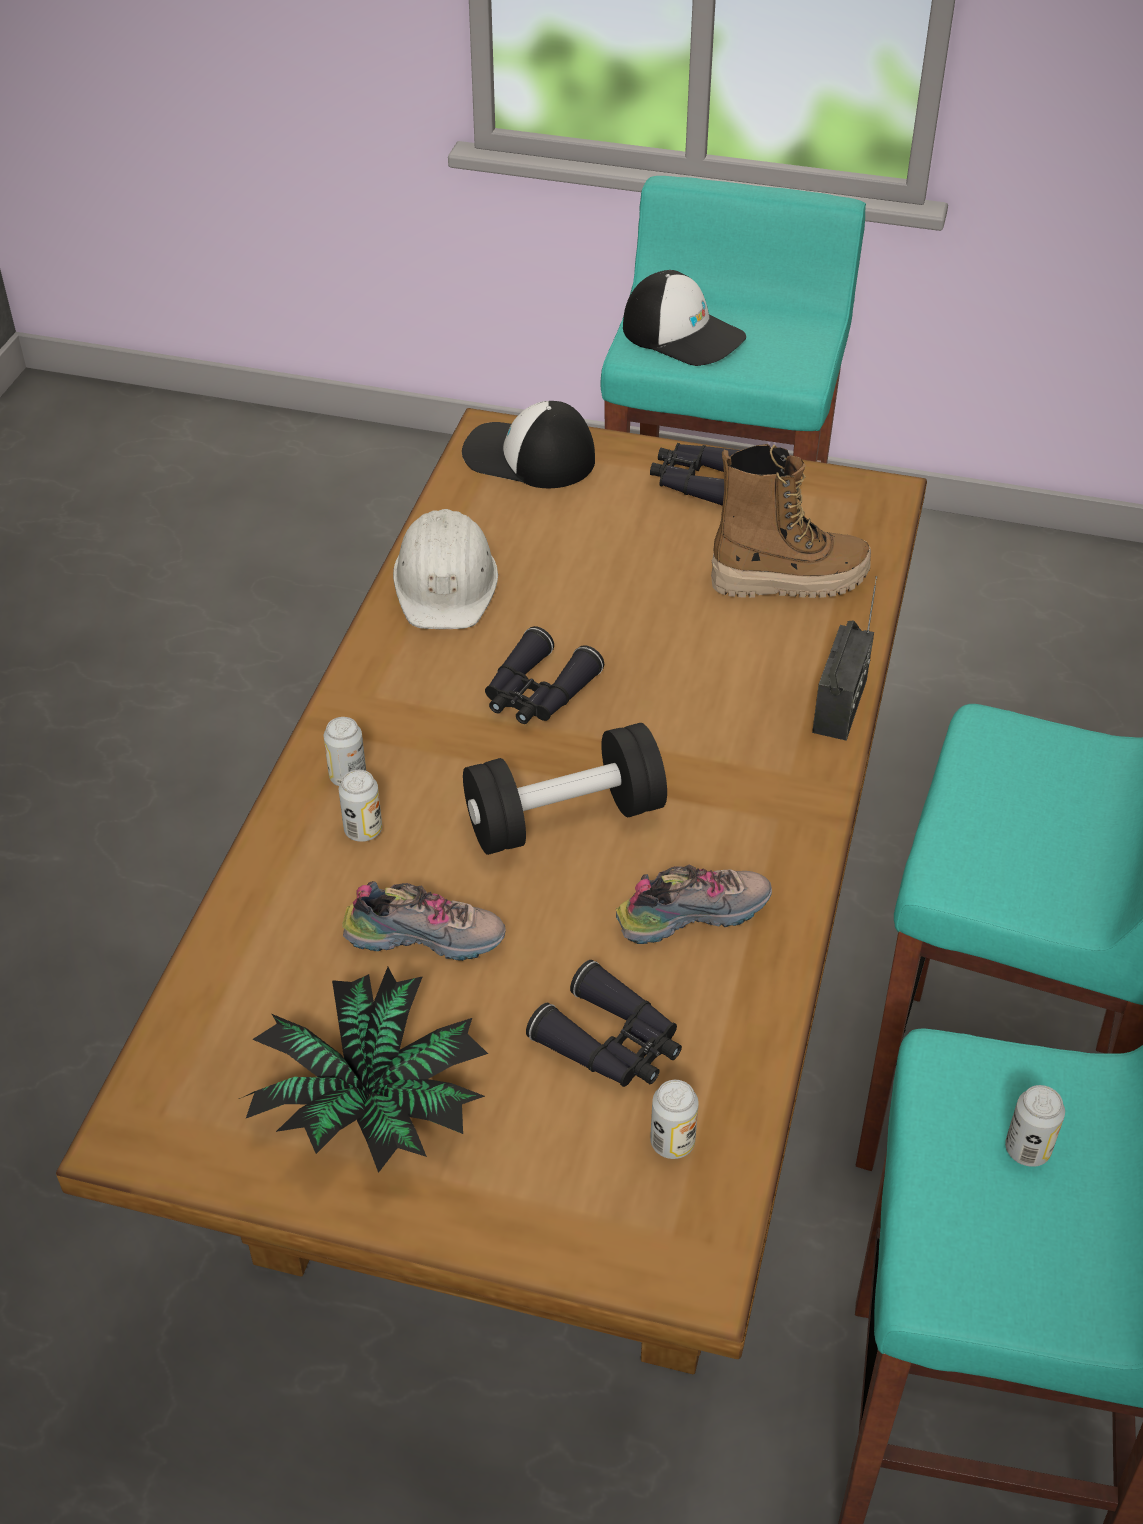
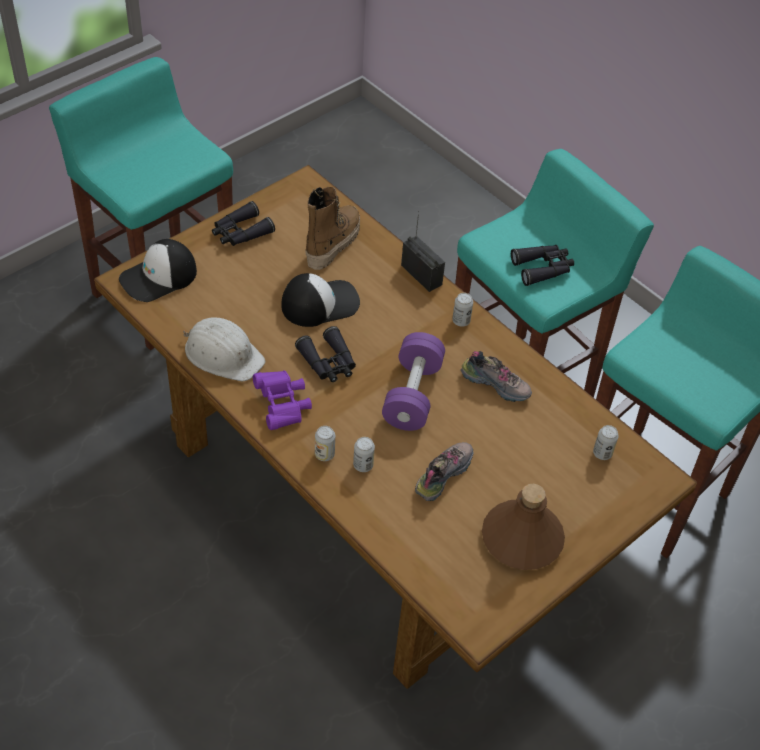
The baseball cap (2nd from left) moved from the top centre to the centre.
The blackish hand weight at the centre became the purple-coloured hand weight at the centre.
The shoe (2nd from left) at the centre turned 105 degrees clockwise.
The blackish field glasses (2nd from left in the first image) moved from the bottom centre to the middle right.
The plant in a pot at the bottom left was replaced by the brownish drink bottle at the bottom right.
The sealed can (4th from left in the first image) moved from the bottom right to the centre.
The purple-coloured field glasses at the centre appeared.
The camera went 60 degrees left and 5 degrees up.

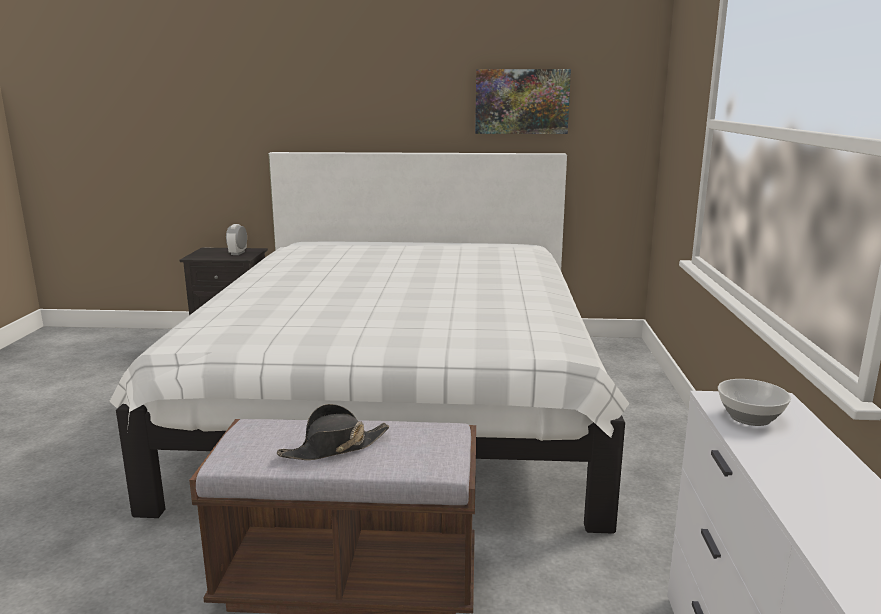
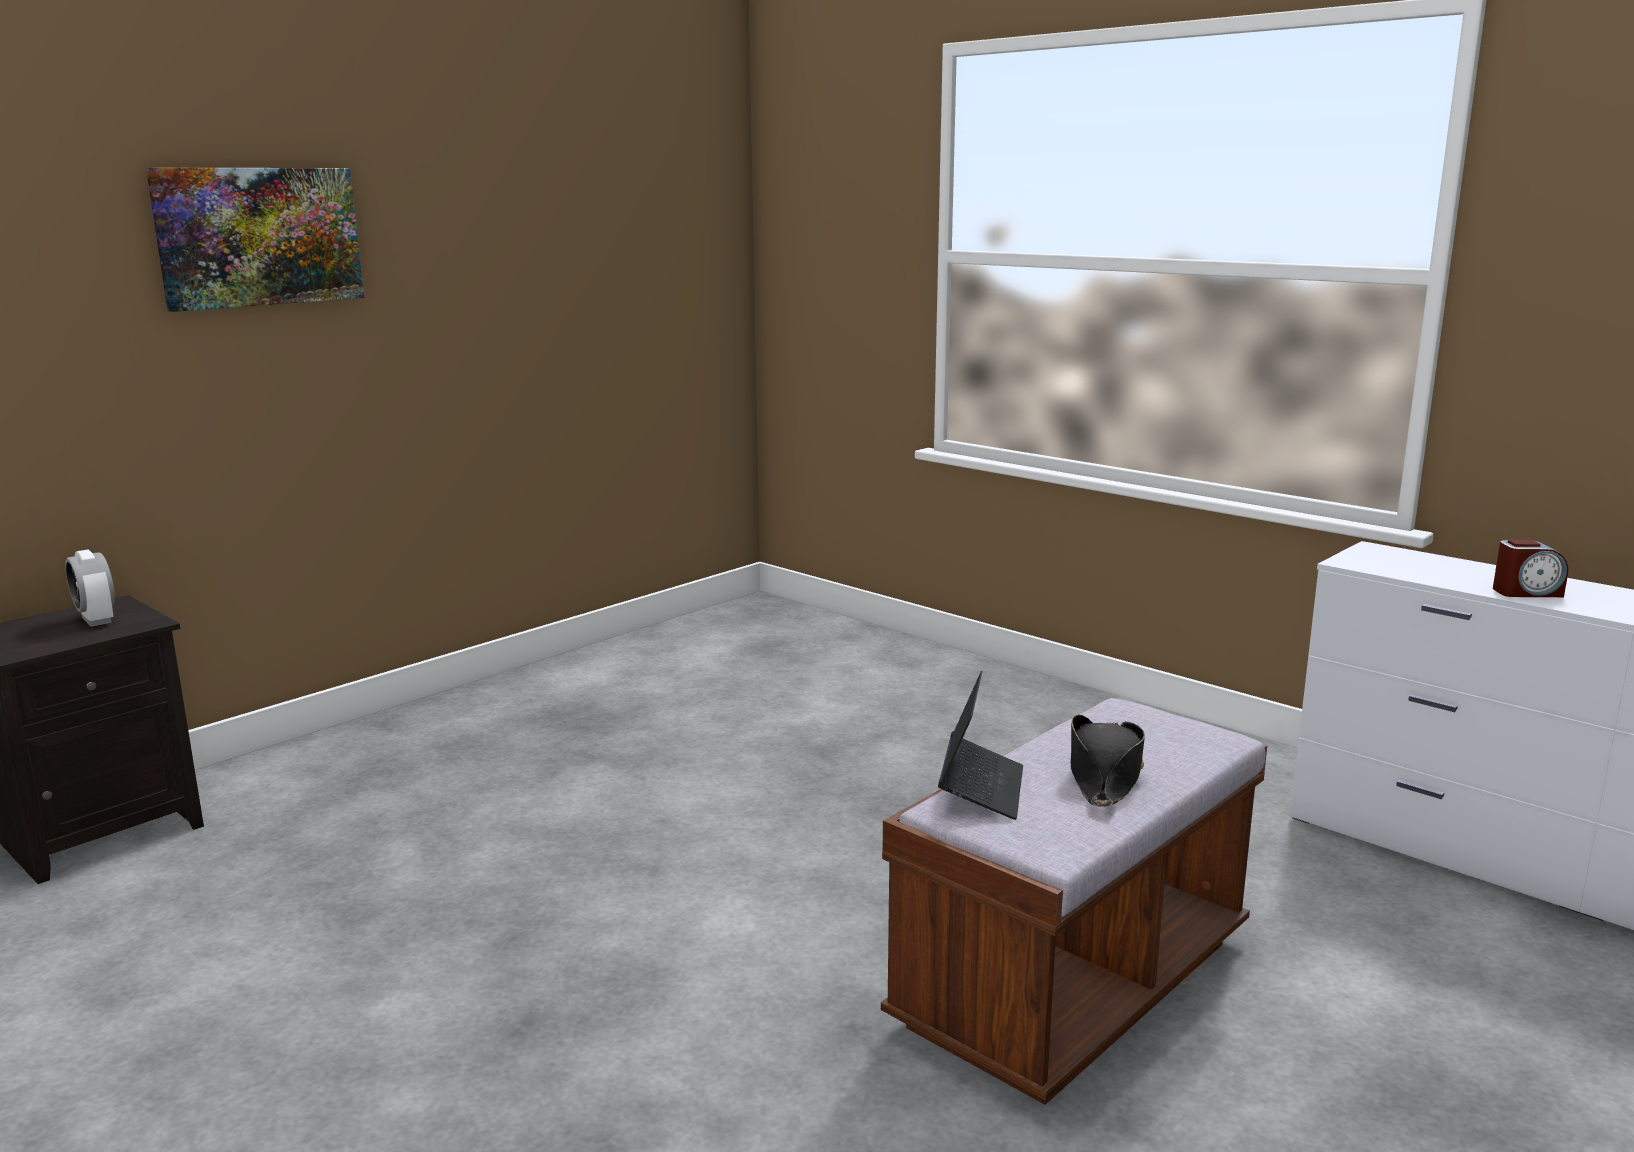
The picture moved from the top centre to the top left.
The whitish sleeping bed at the centre disappeared.
The serving bowl at the middle right disappeared.
The alarm clock (2nd from left) at the middle right appeared.
The portable computer at the centre appeared.
The camera went 50 degrees left and 0 degrees up.

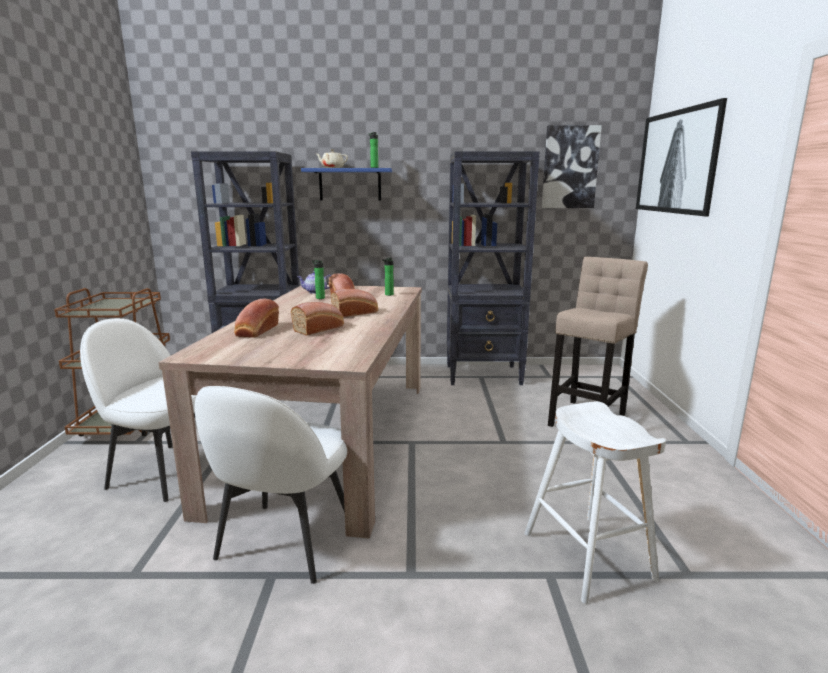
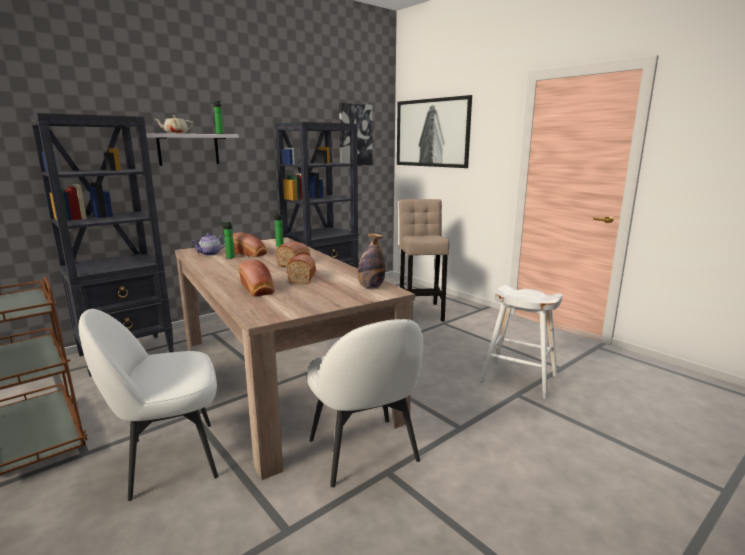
The blue-coloured bracket shelf at the top centre became the whitish bracket shelf at the top left.
The drink bottle (4th from left) at the centre appeared.
The camera went 40 degrees left and 0 degrees up.

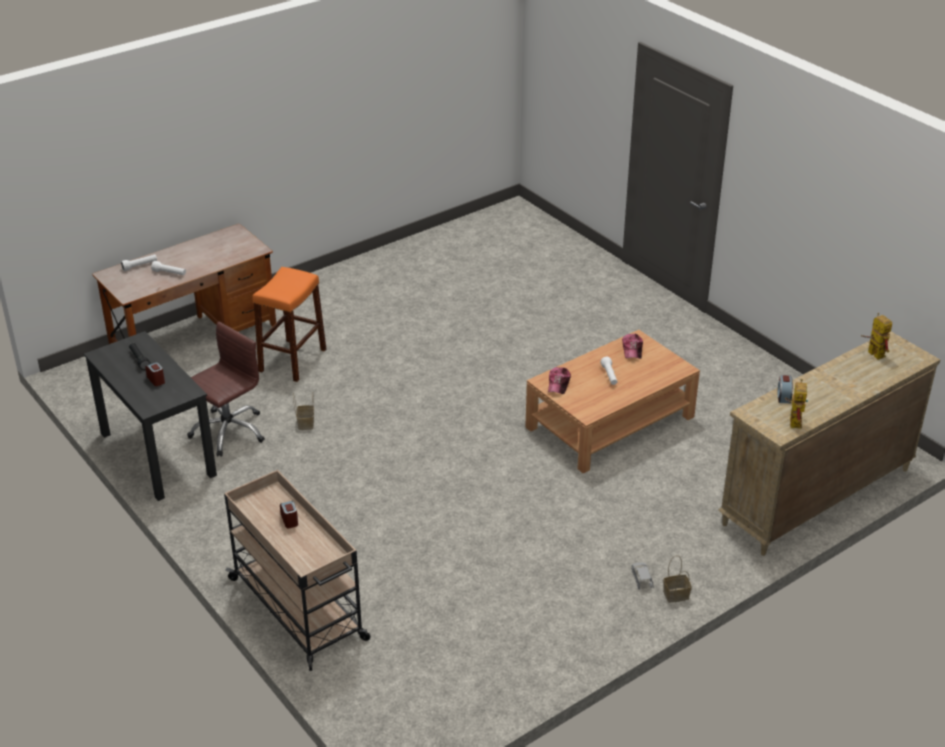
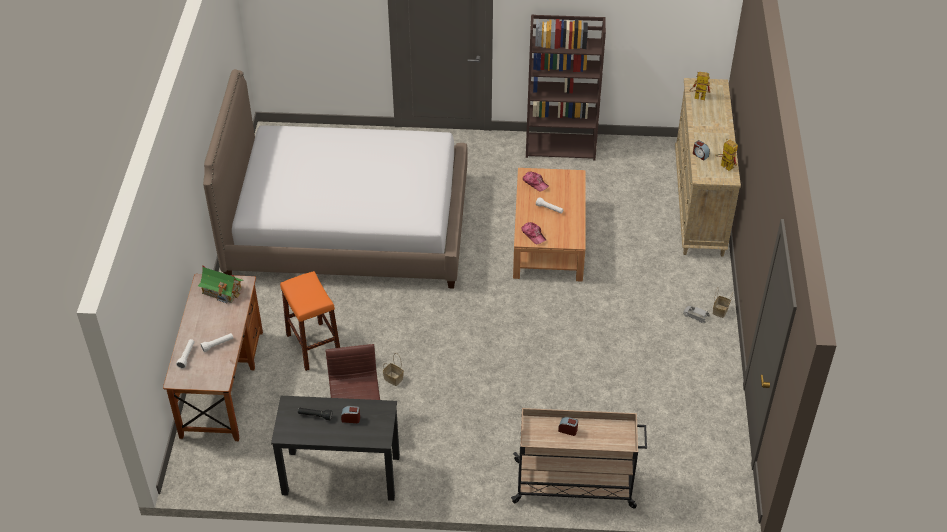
The brownish shelving unit at the top centre appeared.
The sleeping bed at the centre appeared.
The miniature house at the middle left appeared.
The camera went 50 degrees left and 10 degrees up.

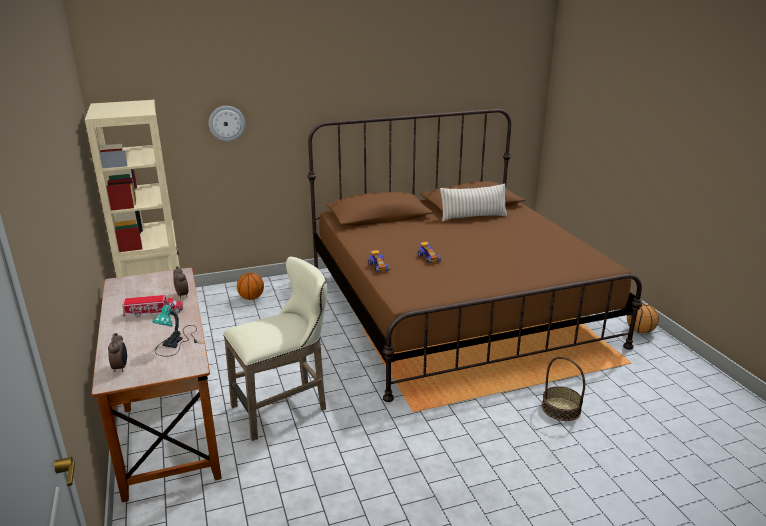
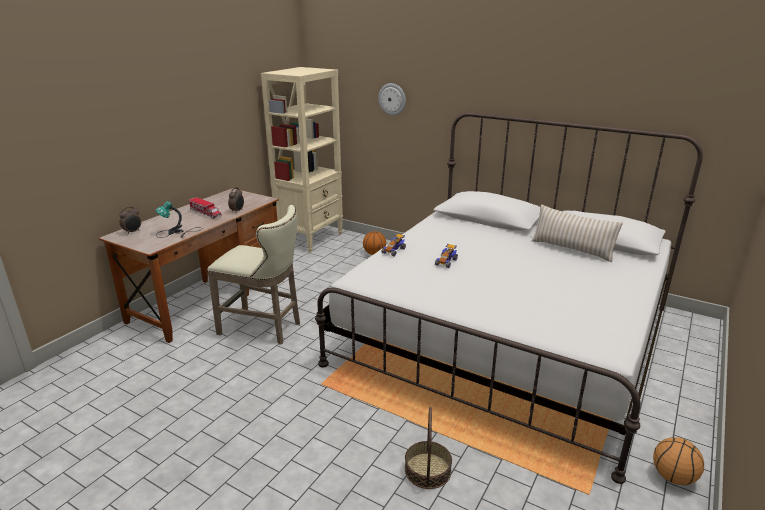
The brownish sleeping bed at the centre became the whitish sleeping bed at the centre.
The camera went 50 degrees right and 0 degrees up.

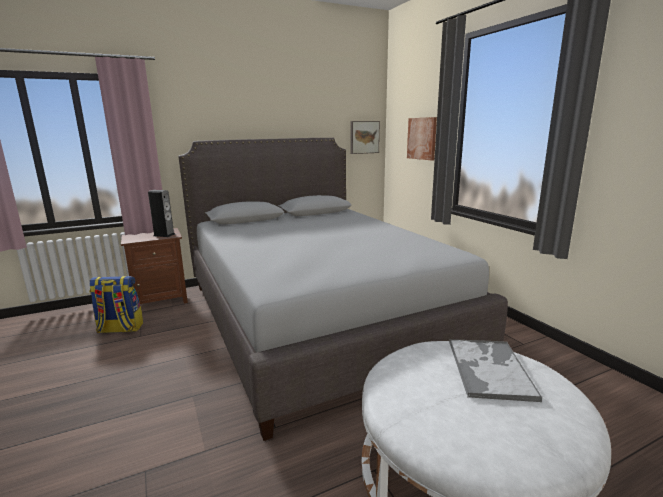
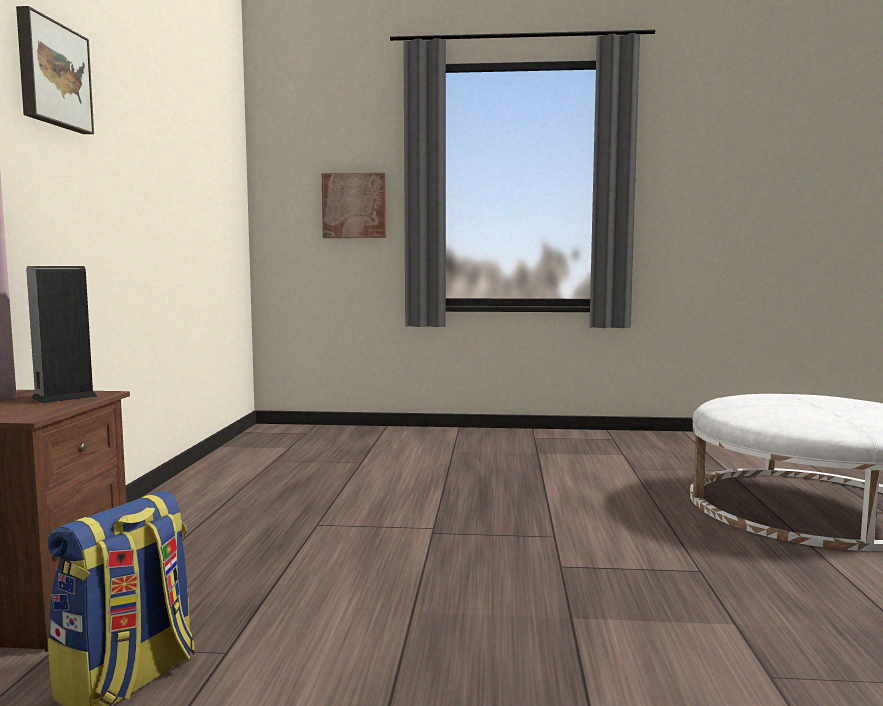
The picture (1st from left) moved from the top centre to the top left.
The greyish sleeping bed at the centre disappeared.
The carrying tray at the bottom right disappeared.
The camera went 60 degrees left and 10 degrees down.

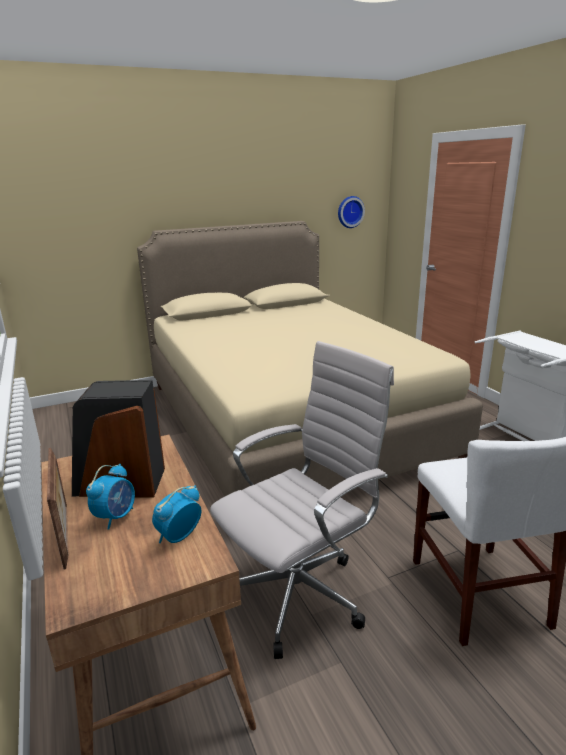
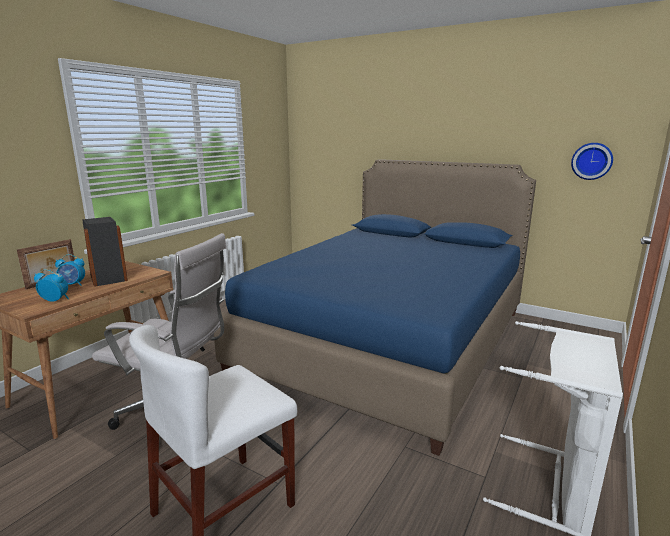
The beige-coloured sleeping bed at the centre became the blue-coloured sleeping bed at the centre.
The camera went 55 degrees right and 5 degrees down.

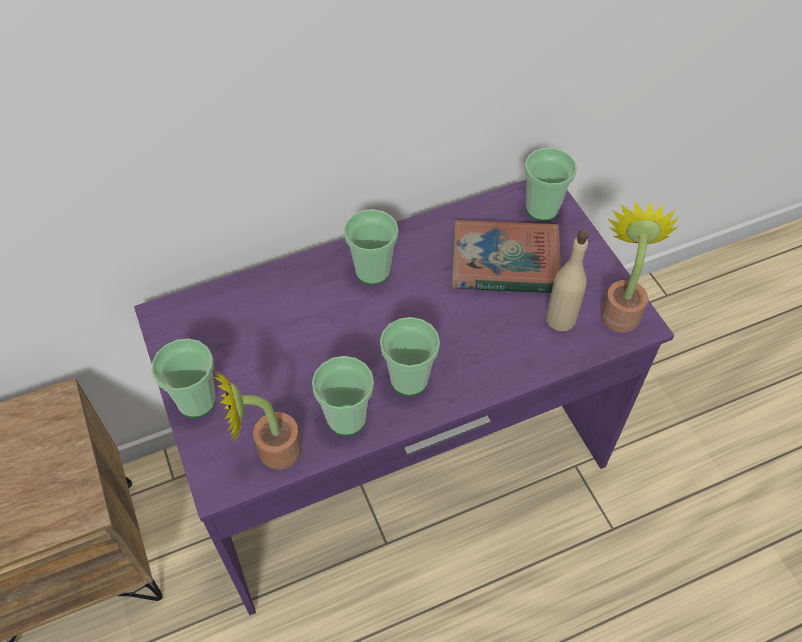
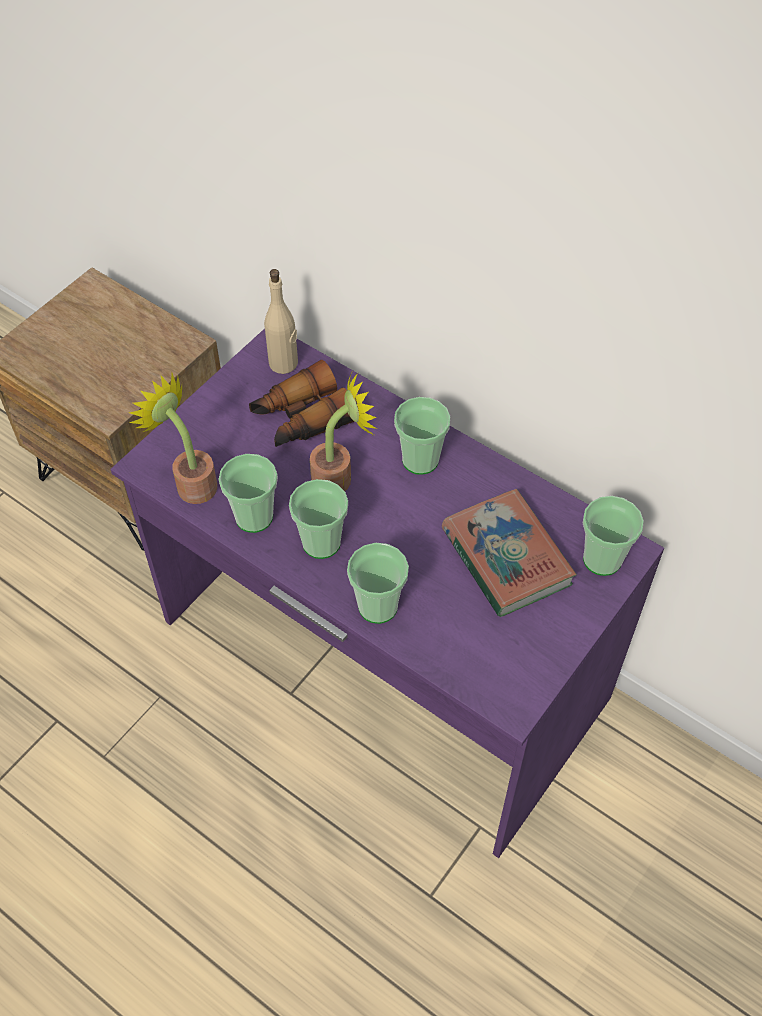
The plant in a pot (2nd from left) moved from the middle right to the centre.
The beige-coloured drink bottle moved from the middle right to the top centre.
The drinking cup (1st from left in the first image) moved from the middle left to the centre.
The field glasses at the centre appeared.
The camera went 60 degrees right and 0 degrees up.

